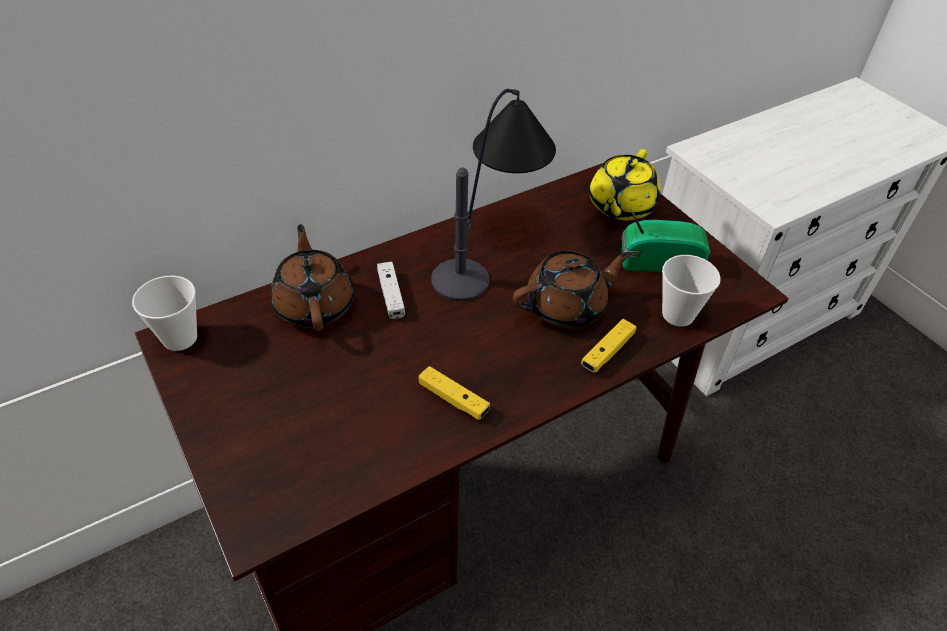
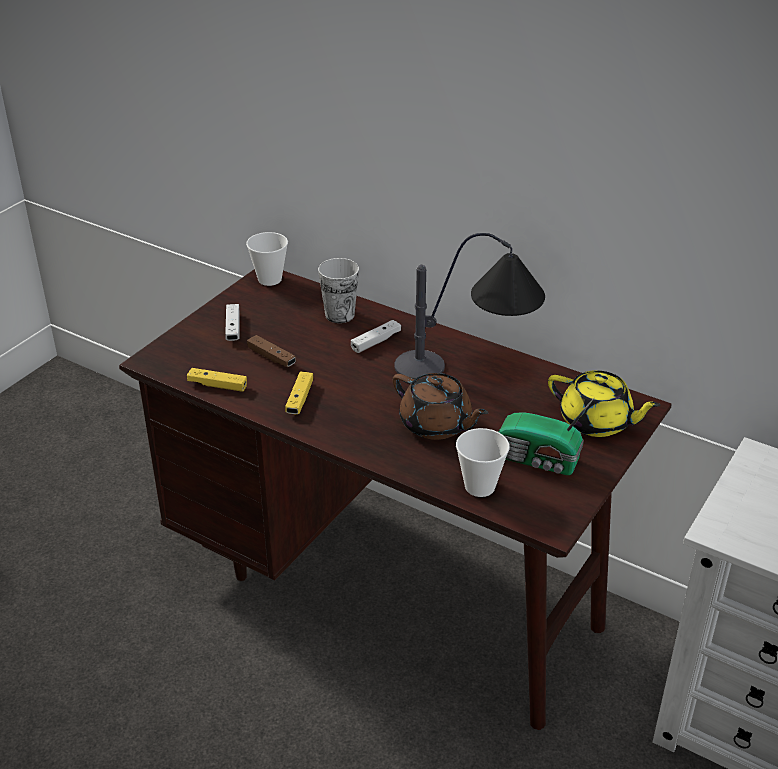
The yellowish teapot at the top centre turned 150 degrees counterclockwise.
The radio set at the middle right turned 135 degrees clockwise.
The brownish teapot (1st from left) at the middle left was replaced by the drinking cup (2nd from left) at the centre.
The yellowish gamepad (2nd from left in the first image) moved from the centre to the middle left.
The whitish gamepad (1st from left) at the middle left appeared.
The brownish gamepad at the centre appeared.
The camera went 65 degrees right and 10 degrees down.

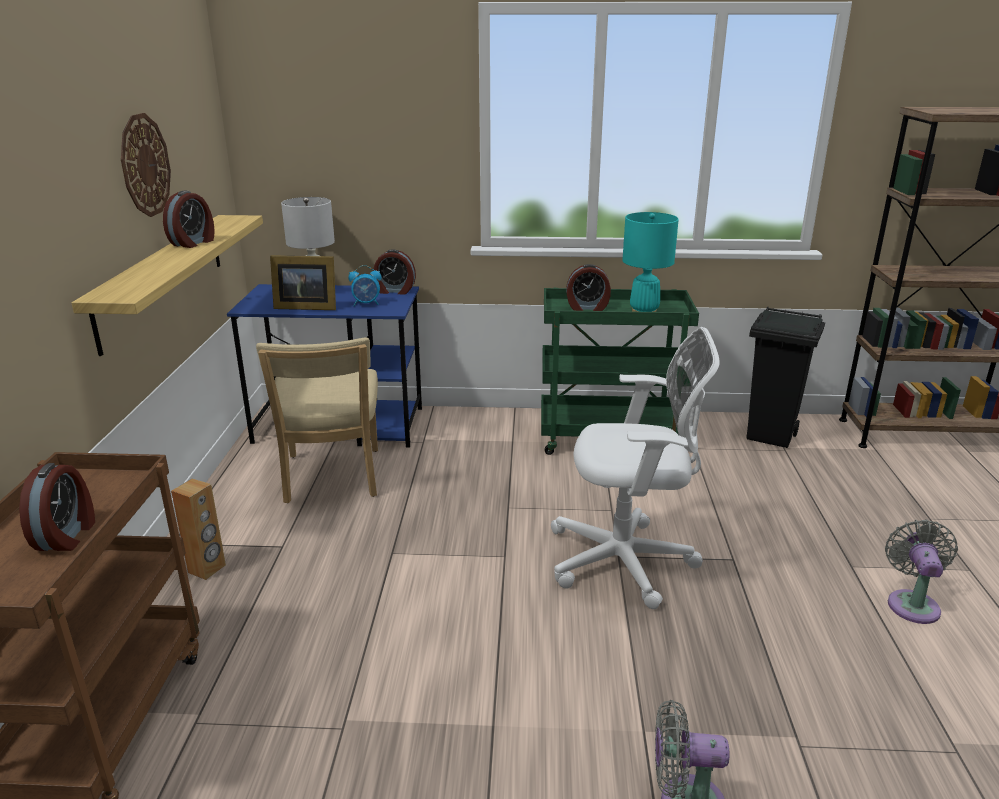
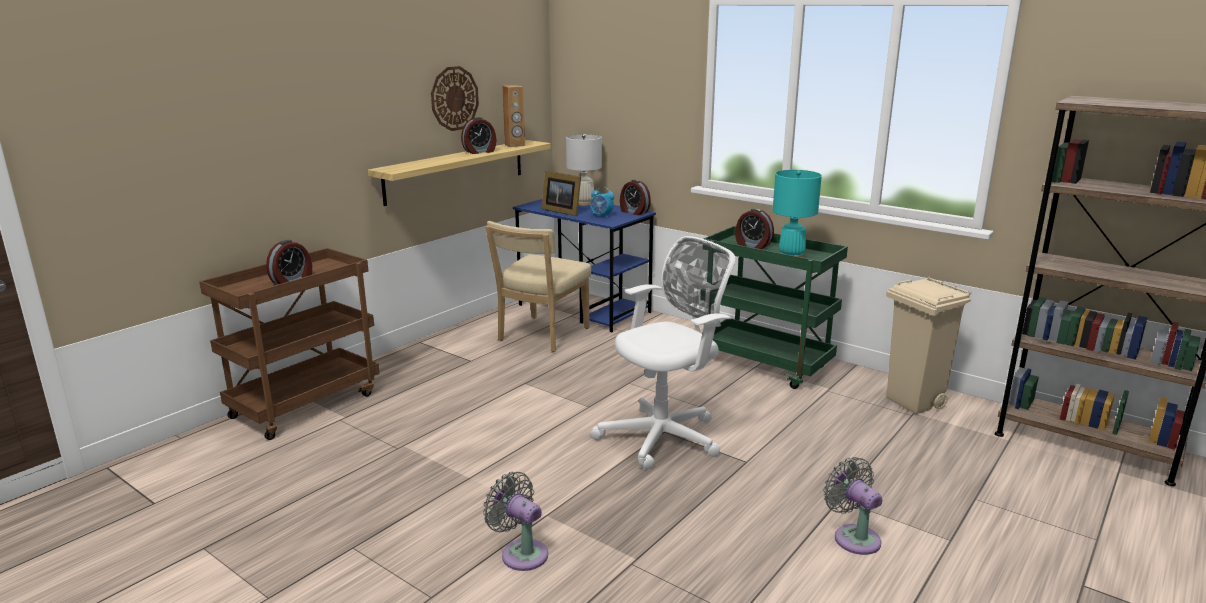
The blackish waste bin at the middle right became the beige-coloured waste bin at the middle right.
The whitish computer chair at the centre turned 75 degrees counterclockwise.
The brownish loudspeaker moved from the middle left to the top centre.
The greyish cooling fan (2nd from left) at the bottom right turned 75 degrees counterclockwise.
The camera went 35 degrees right and 5 degrees down.

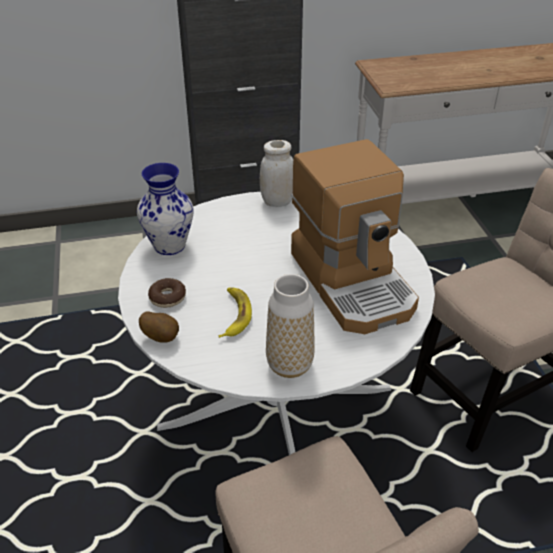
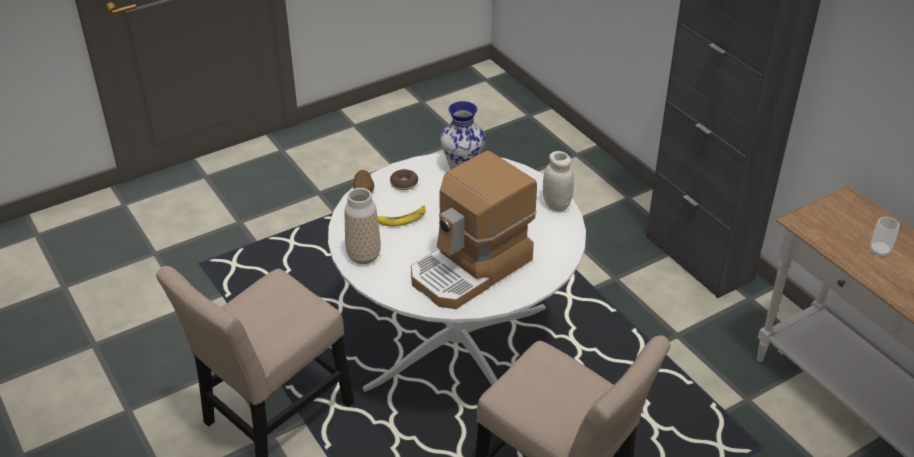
The drinking cup at the middle right appeared.
The camera went 70 degrees right and 0 degrees up.

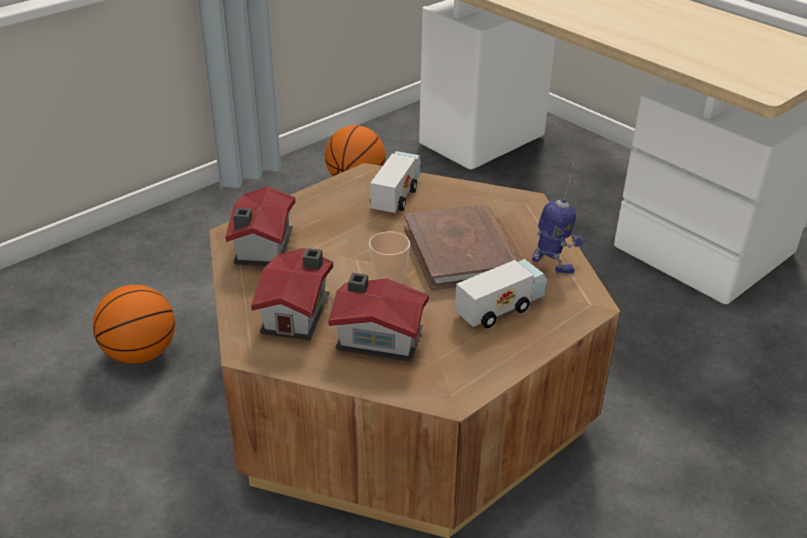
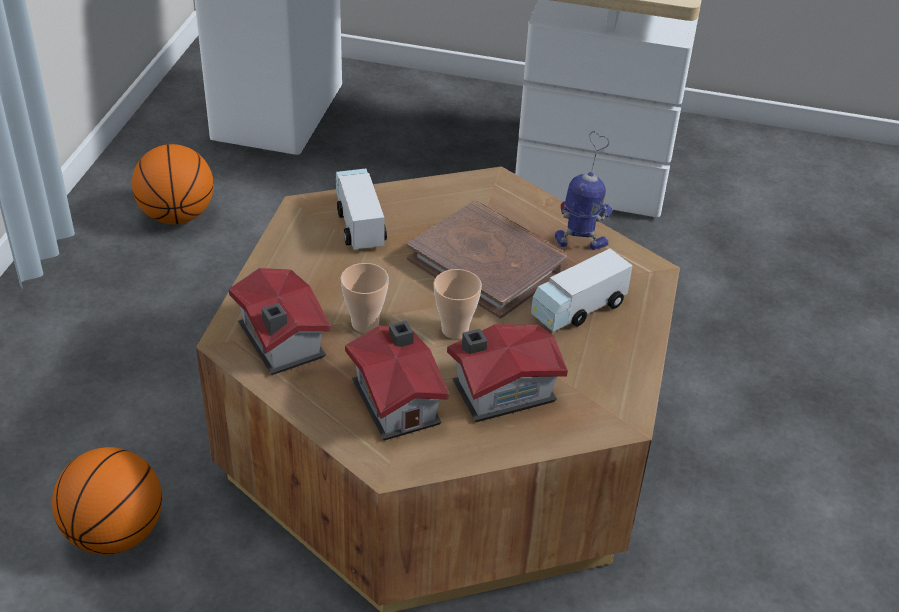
The model truck (2nd from left) at the centre turned 150 degrees counterclockwise.
The drinking cup (1st from left) at the centre appeared.
The camera went 35 degrees left and 5 degrees up.

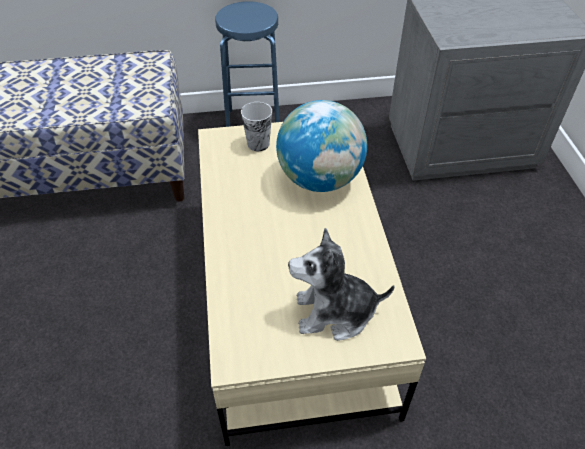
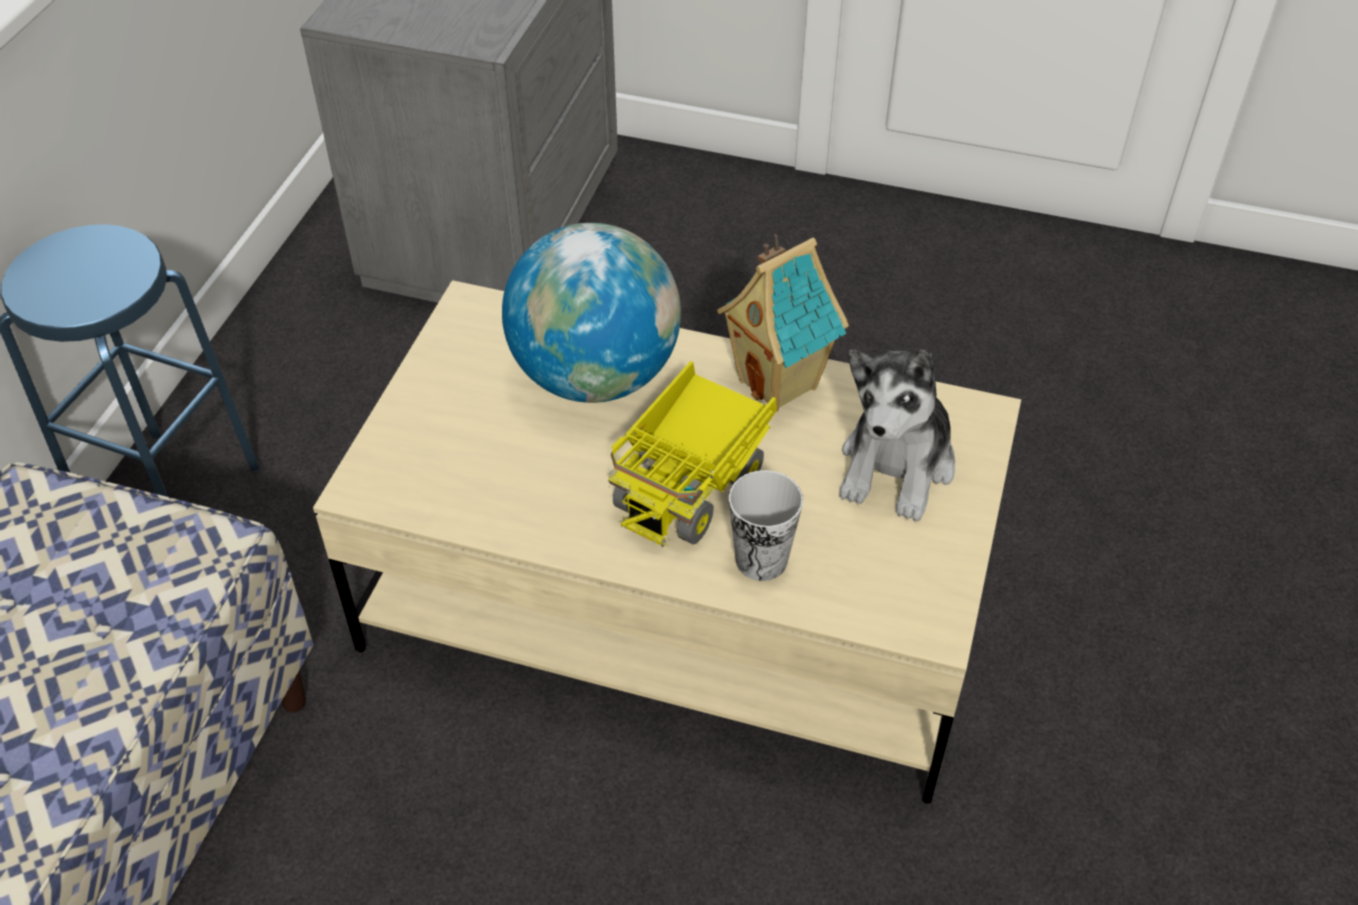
The drinking cup moved from the top centre to the centre.
The miniature house at the centre appeared.
The model truck at the centre appeared.
The camera went 65 degrees left and 0 degrees up.

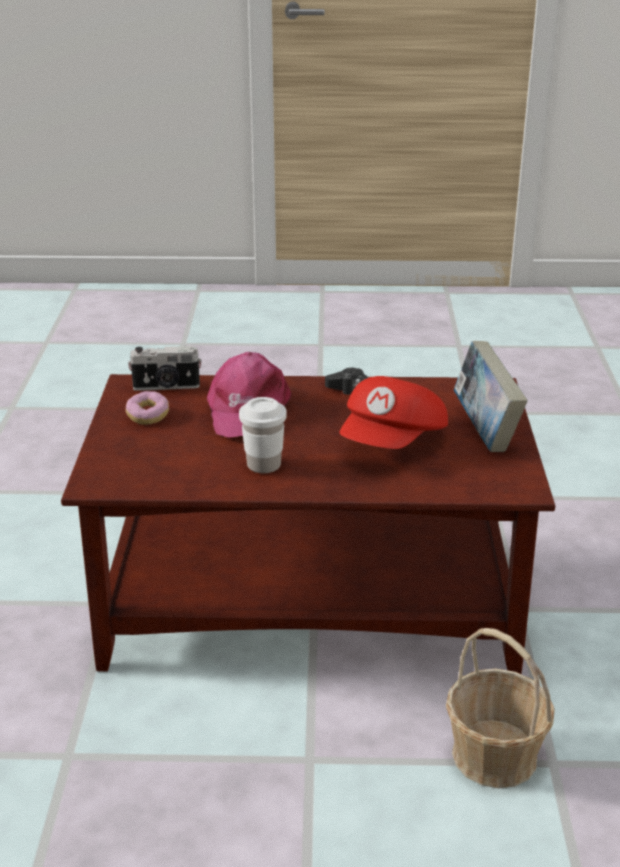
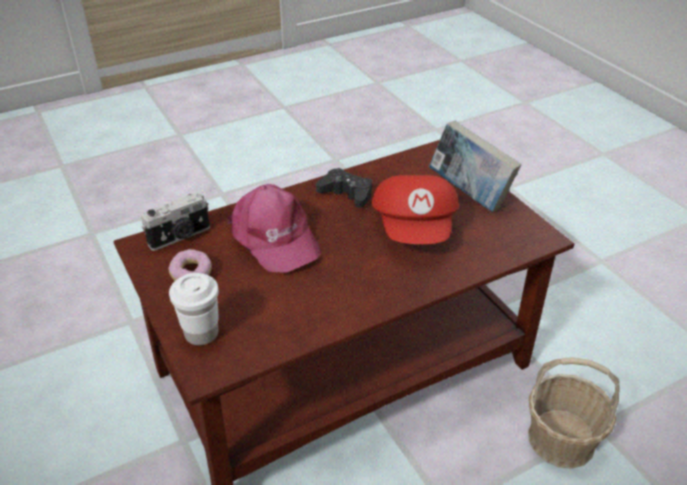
The whitish drinking cup moved from the centre to the middle left.
The camera went 30 degrees left and 10 degrees up.

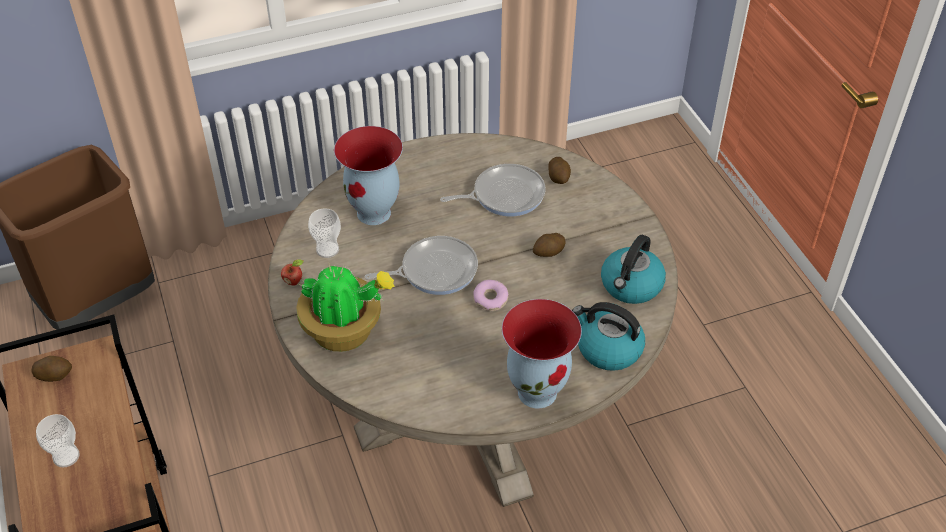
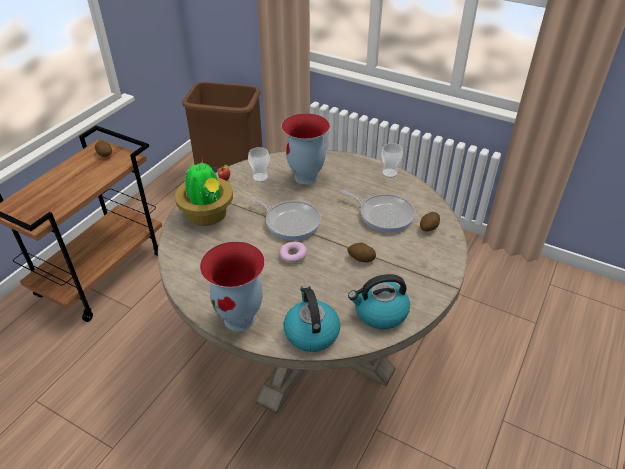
The drinking cup (1st from left in the first image) moved from the bottom left to the centre.
The camera went 50 degrees right and 5 degrees down.

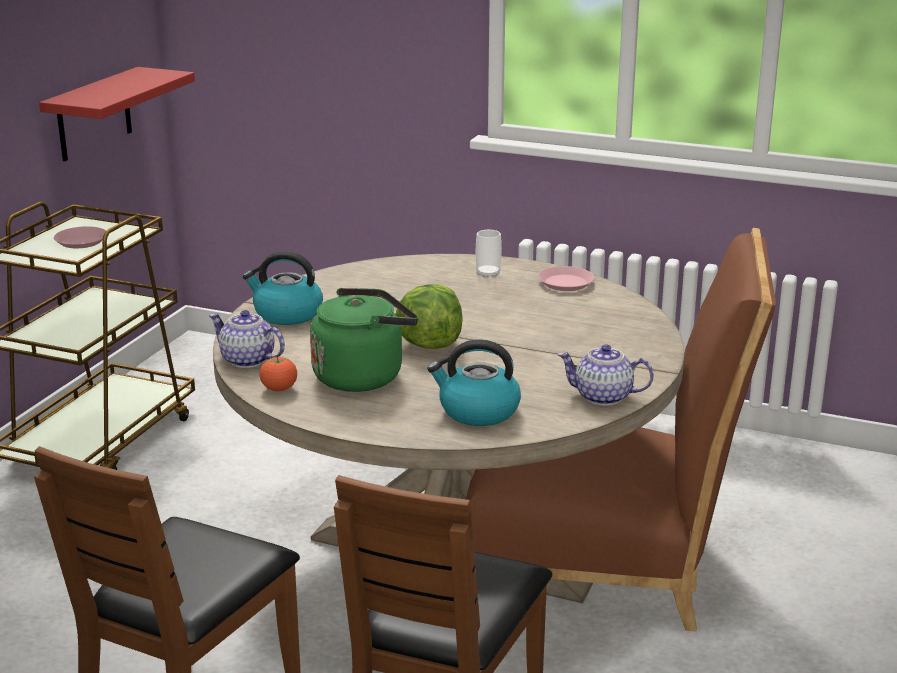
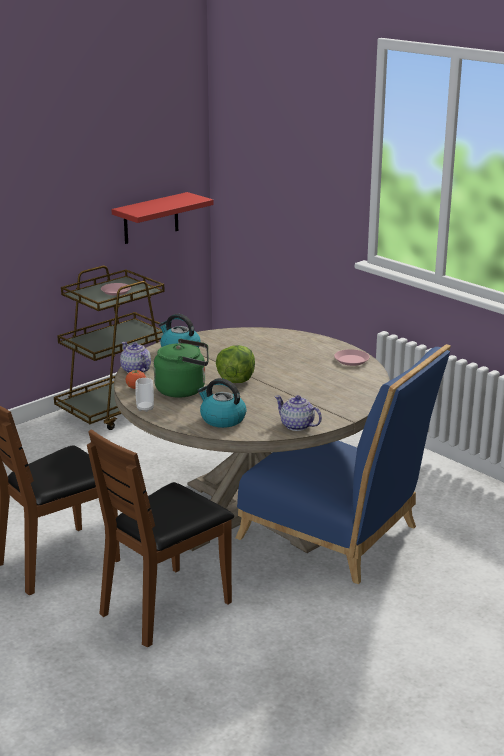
The brownish plain chair (3rd from left) at the middle right became the blue-coloured plain chair at the middle right.
The drinking cup moved from the centre to the middle left.
The camera went 25 degrees right and 0 degrees up.

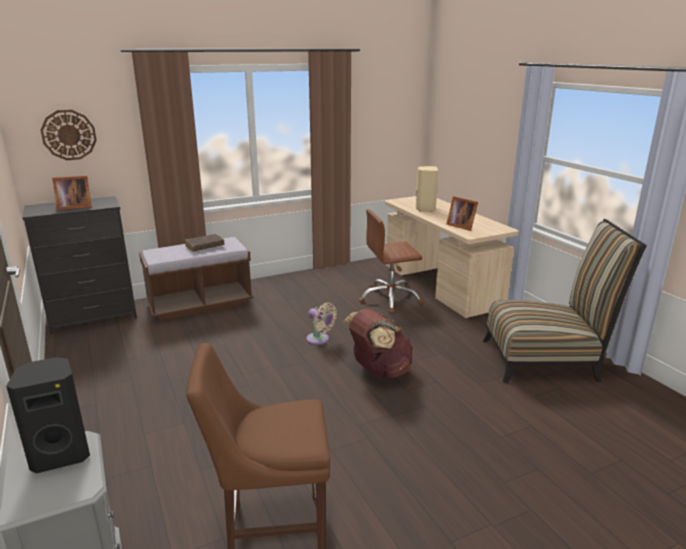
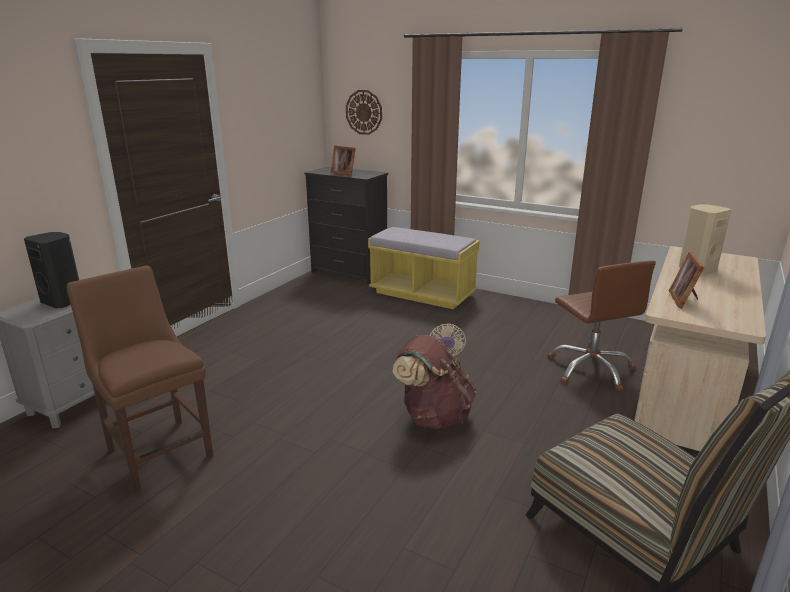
The brownish computer chair at the centre turned 150 degrees counterclockwise.
The brownish bound book at the middle left disappeared.
The brownish long seat at the middle left became the yellowish long seat at the centre.
The camera went 55 degrees right and 0 degrees up.

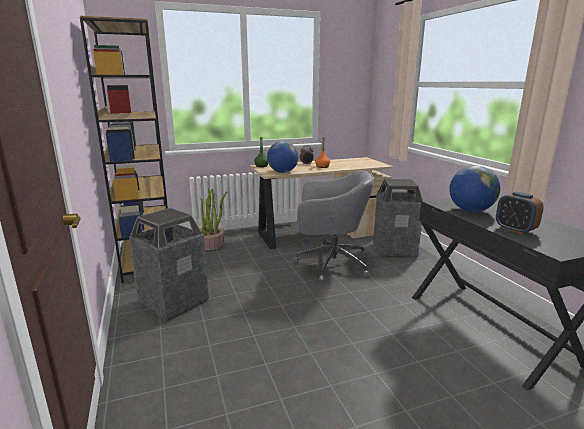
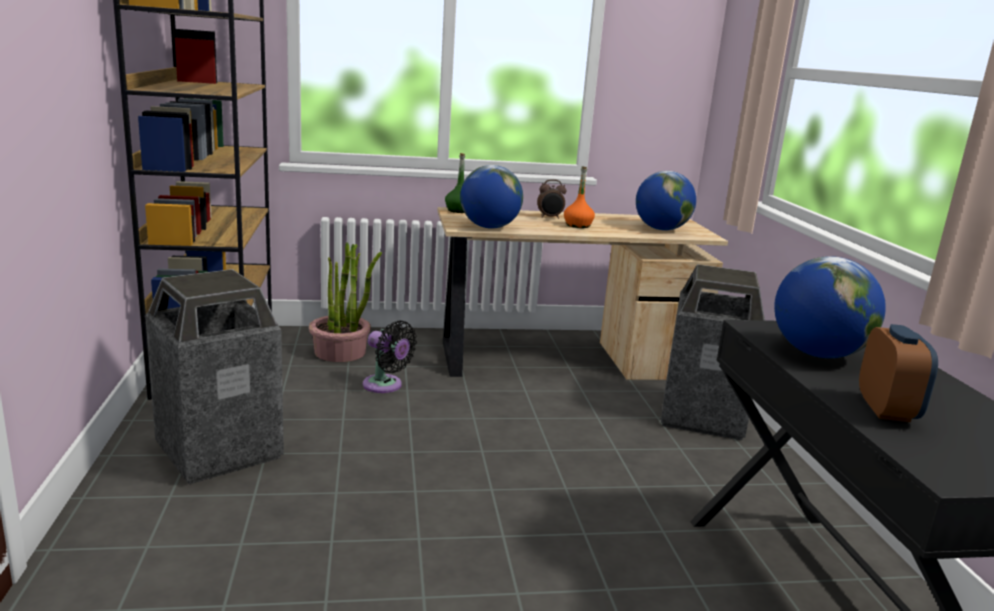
The greyish computer chair at the centre disappeared.
The alarm clock (2nd from left) at the middle right turned 150 degrees counterclockwise.
The globe (2nd from left) at the top right appeared.
The blackish cooling fan at the centre appeared.
The camera went 10 degrees right and 0 degrees up.

